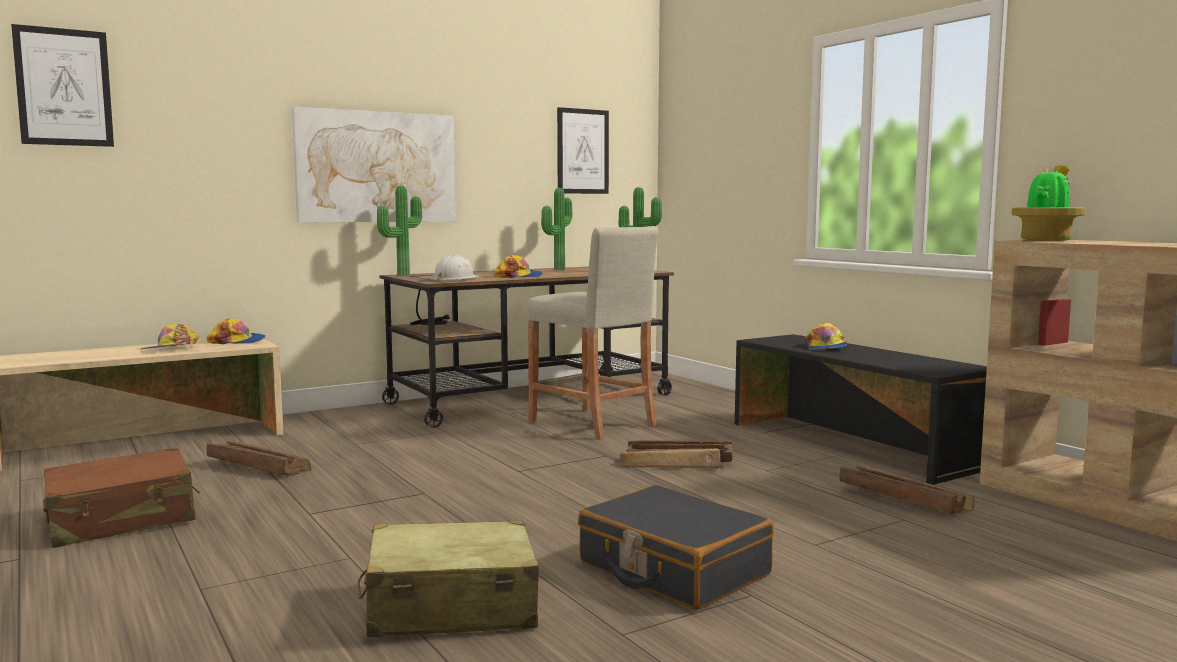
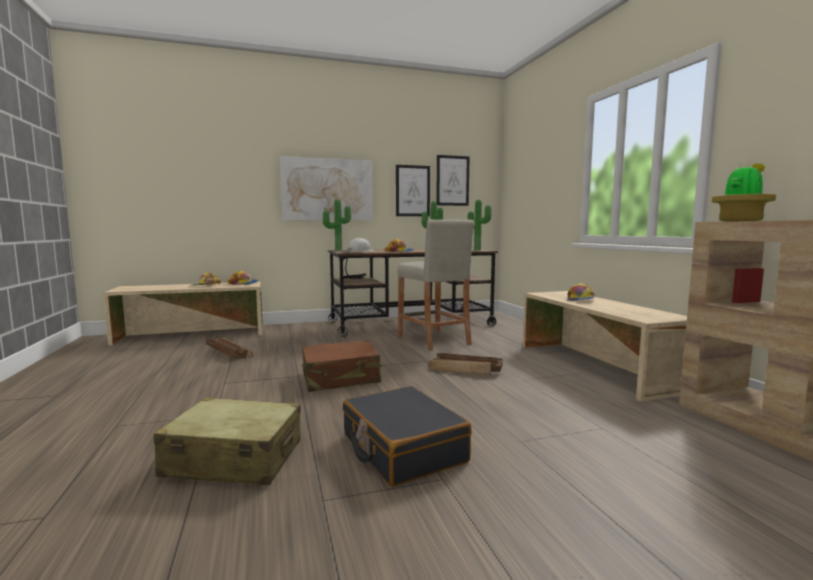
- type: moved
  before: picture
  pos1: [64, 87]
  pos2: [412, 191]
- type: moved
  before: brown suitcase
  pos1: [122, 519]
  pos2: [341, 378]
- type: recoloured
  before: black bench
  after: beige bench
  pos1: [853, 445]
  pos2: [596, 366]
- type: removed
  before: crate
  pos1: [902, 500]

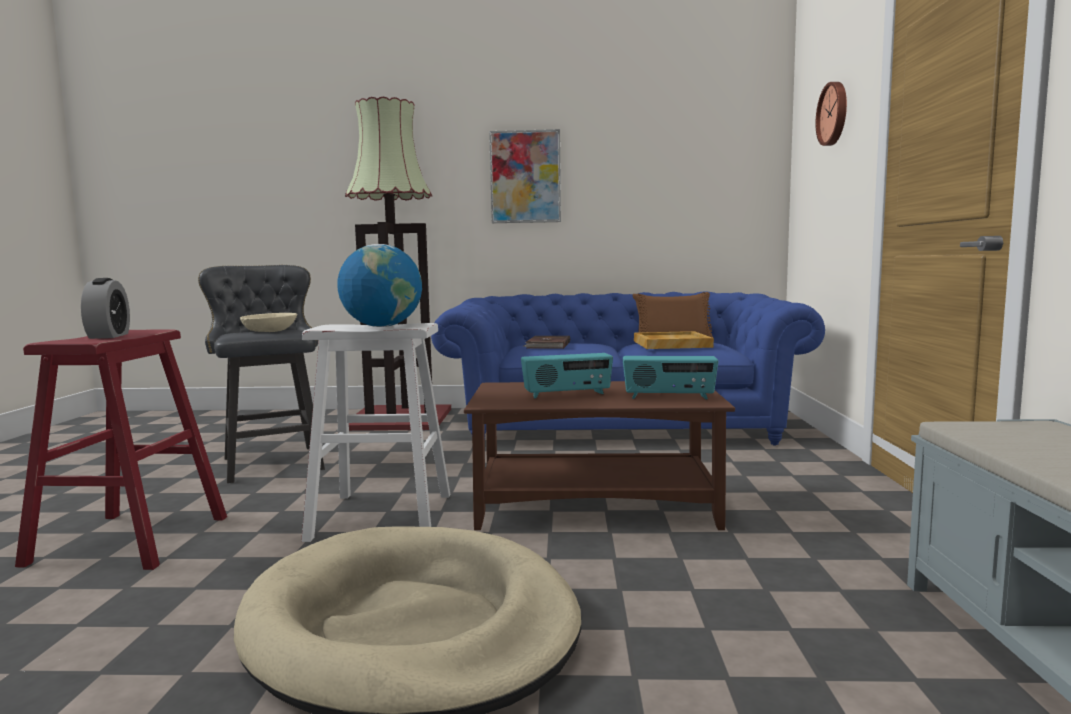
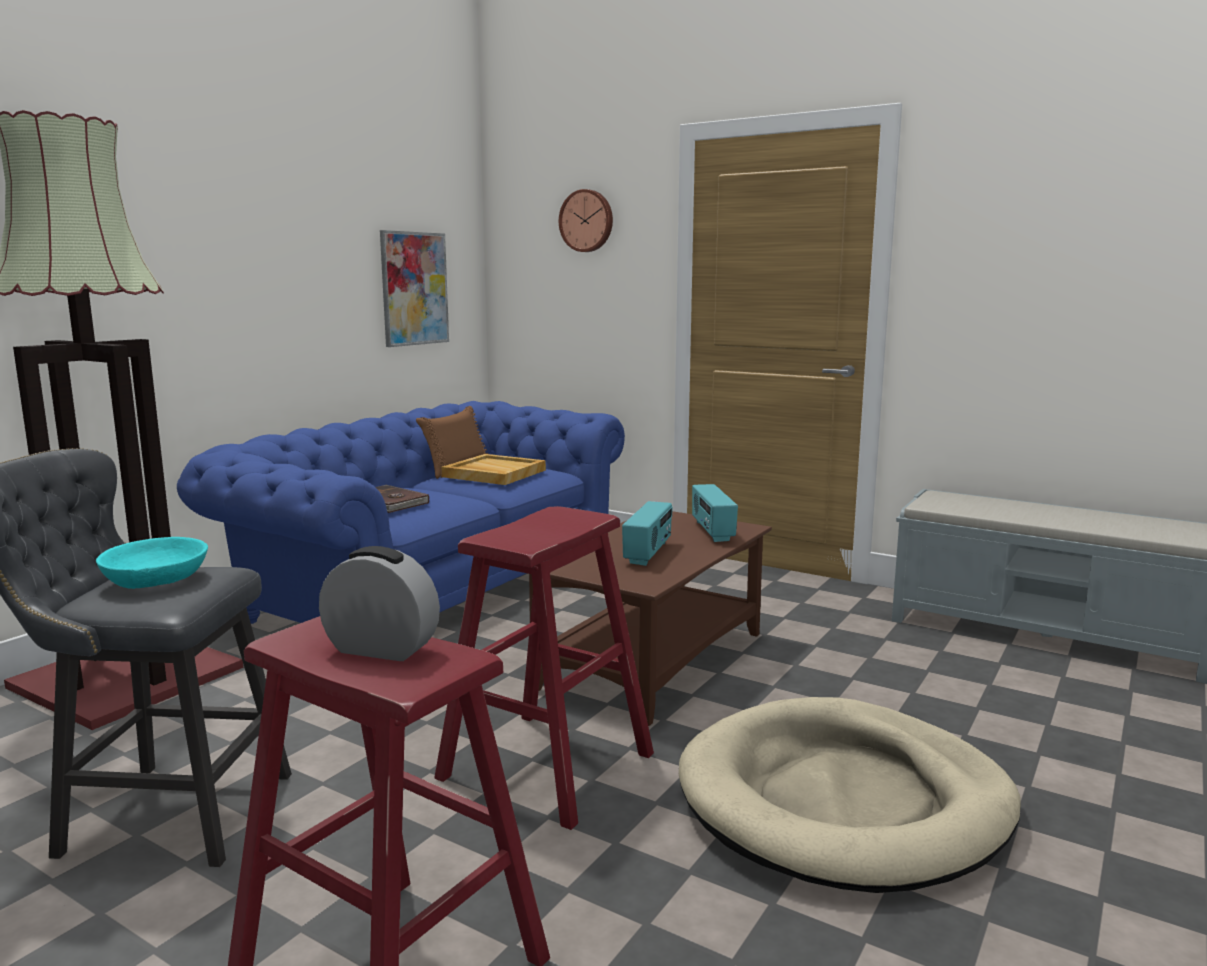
- type: recoloured
  before: beige bowl
  after: turquoise bowl
  pos1: [270, 331]
  pos2: [156, 580]
- type: recoloured
  before: white stool
  after: red stool
  pos1: [382, 516]
  pos2: [546, 765]
- type: removed
  before: globe
  pos1: [382, 326]
- type: moved
  before: picture
  pos1: [525, 177]
  pos2: [414, 288]
- type: turned
  before: radio
  pos1: [669, 397]
  pos2: [712, 531]
  turn: 135

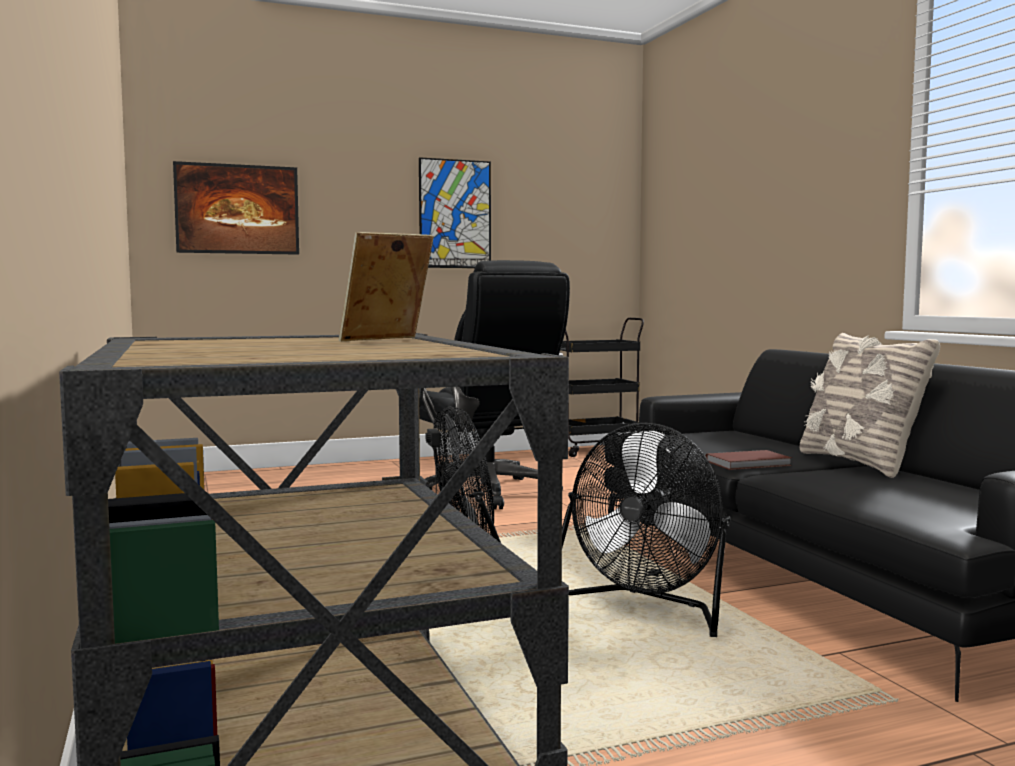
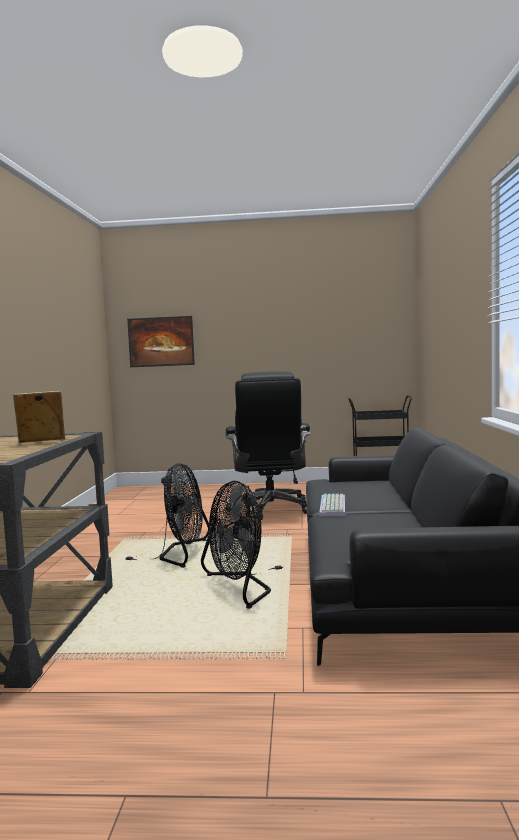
- type: removed
  before: picture
  pos1: [455, 214]
- type: replaced
  before: brown book
  after: keyboard
  pos1: [750, 463]
  pos2: [334, 506]
- type: removed
  before: beige pillow
  pos1: [858, 464]

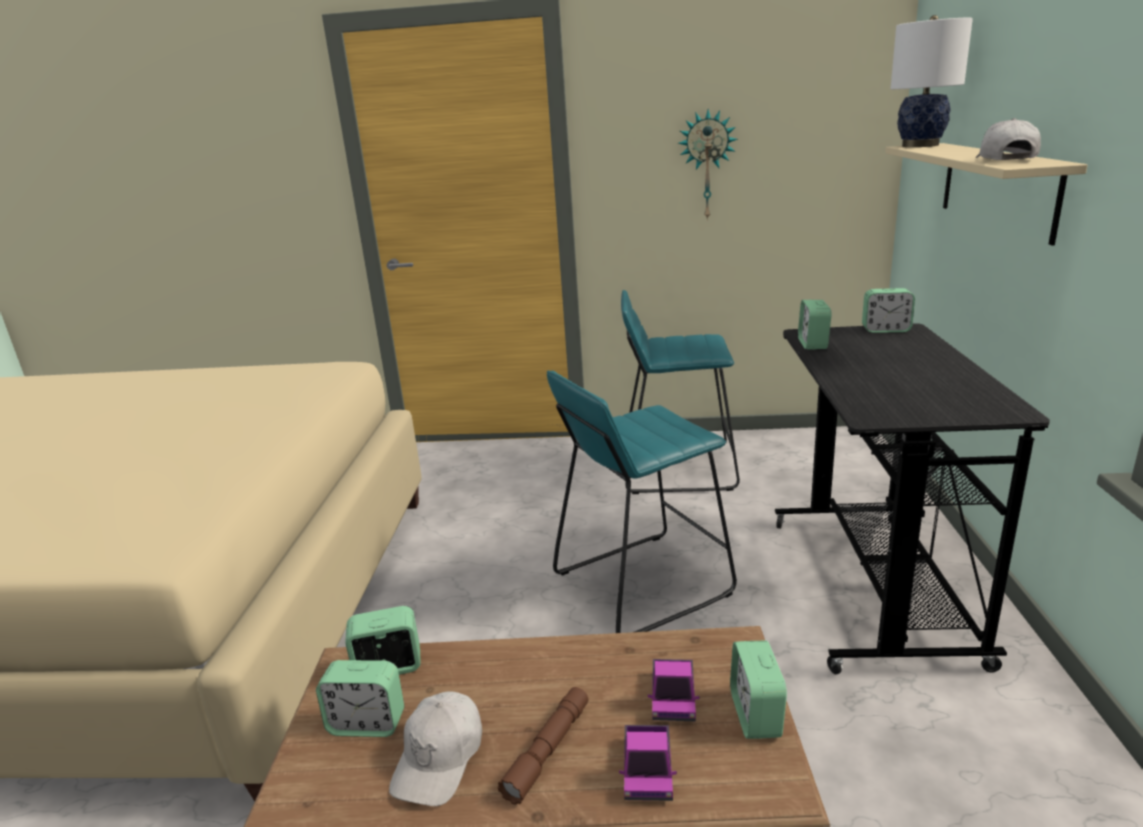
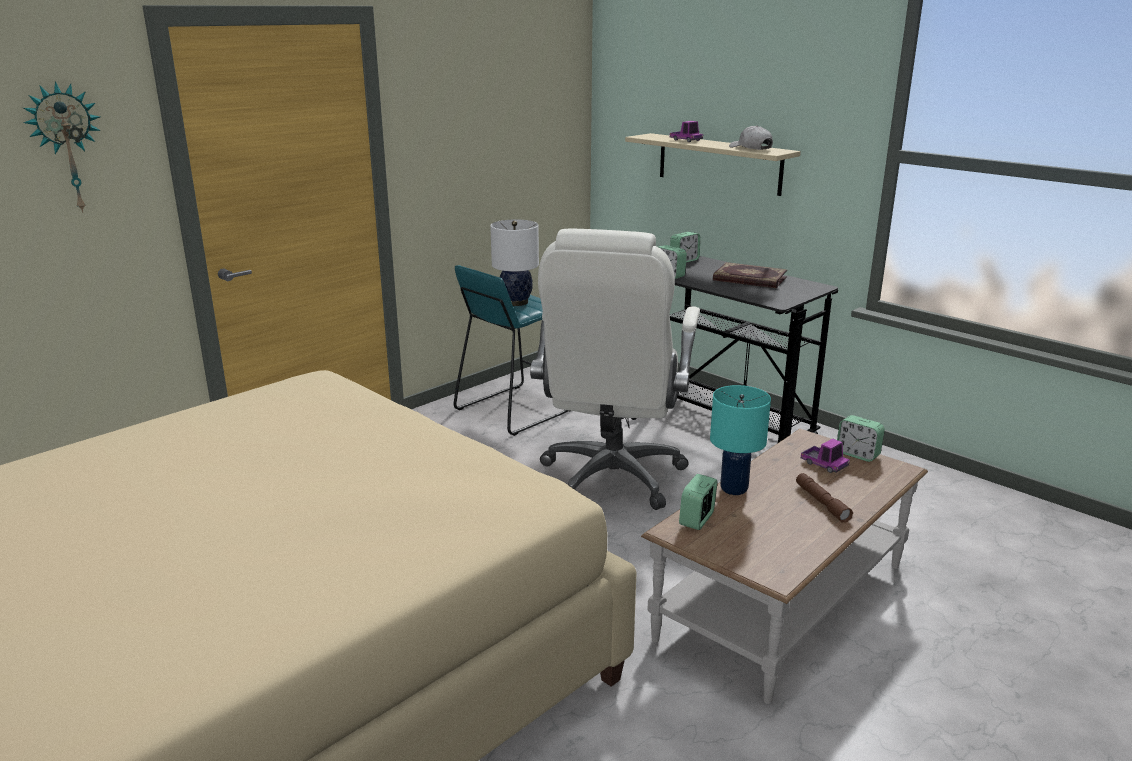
- type: removed
  before: alarm clock
  pos1: [367, 723]
- type: removed
  before: white cap
  pos1: [440, 758]
- type: replaced
  before: turquoise stool
  after: white office chair
  pos1: [641, 583]
  pos2: [612, 478]
- type: moved
  before: toy truck
  pos1: [648, 770]
  pos2: [686, 140]
- type: moved
  before: wall clock
  pos1: [707, 165]
  pos2: [67, 148]
- type: moved
  before: white table lamp
  pos1: [920, 145]
  pos2: [516, 302]
- type: added
  after: turquoise table lamp
  pos2: [735, 490]
- type: added
  after: book
  pos2: [749, 279]

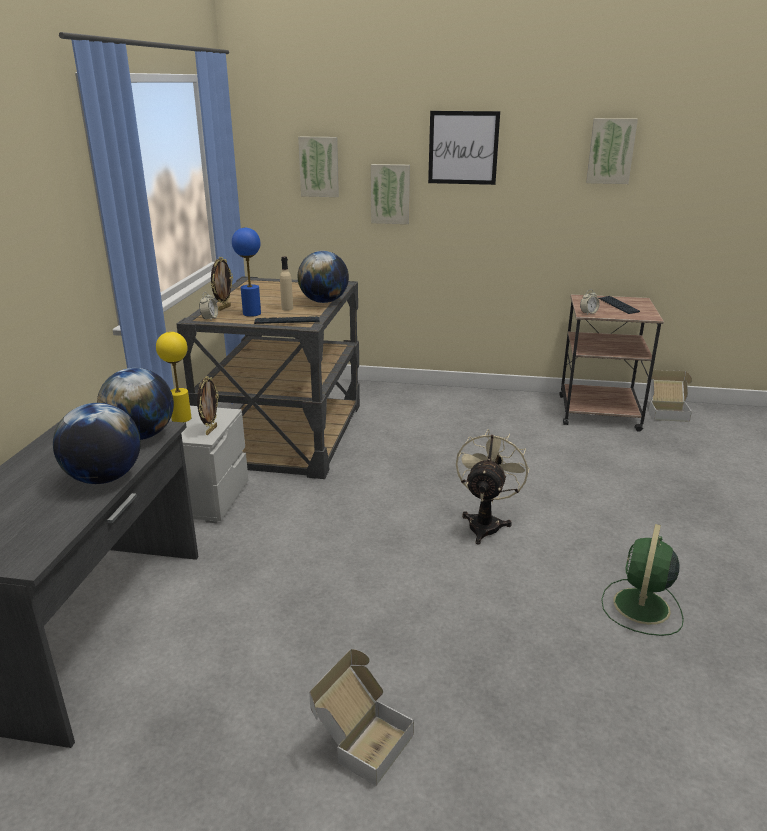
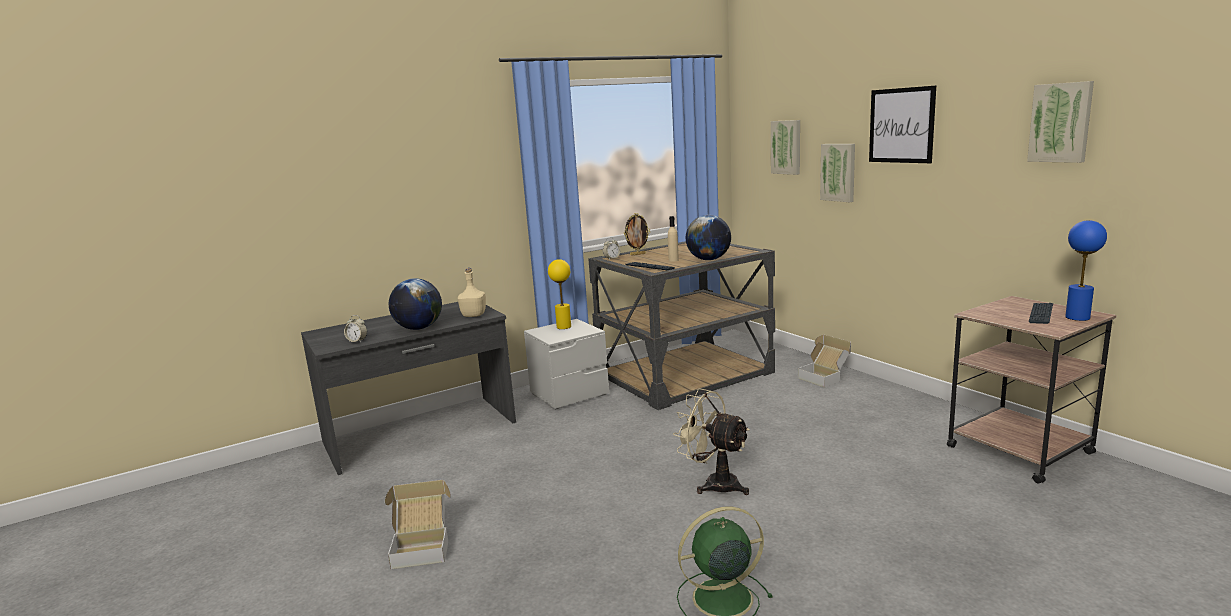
- type: replaced
  before: globe
  after: beige bottle
  pos1: [141, 436]
  pos2: [473, 315]
- type: removed
  before: picture frame
  pos1: [210, 430]
- type: moved
  before: blue table lamp
  pos1: [252, 314]
  pos2: [1077, 317]
- type: turned
  before: beige fan
  pos1: [485, 523]
  pos2: [714, 483]
  turn: -120
- type: moved
  before: alarm clock
  pos1: [588, 313]
  pos2: [357, 341]
- type: moved
  before: cardboard box
  pos1: [666, 412]
  pos2: [824, 377]

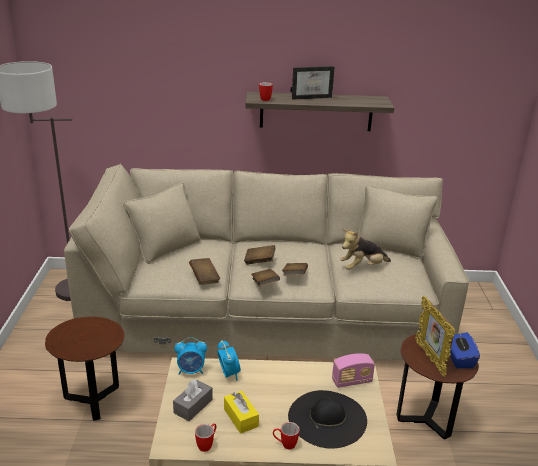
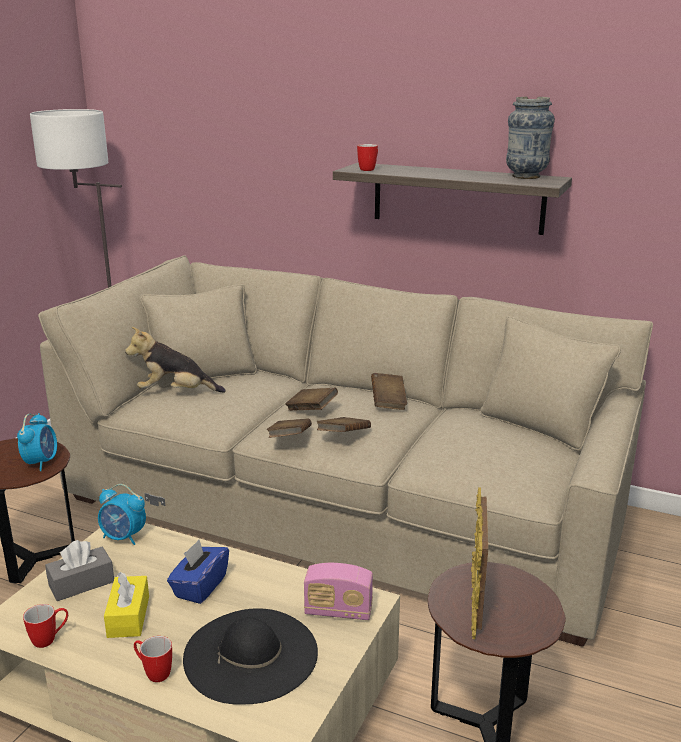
- type: moved
  before: brown book
  pos1: [204, 278]
  pos2: [388, 402]
- type: moved
  before: alarm clock
  pos1: [228, 373]
  pos2: [41, 462]
- type: removed
  before: picture frame
  pos1: [311, 97]
- type: moved
  before: plush toy
  pos1: [362, 267]
  pos2: [175, 392]
- type: moved
  before: blue tissue box
  pos1: [459, 359]
  pos2: [200, 587]
- type: added
  after: vase
  pos2: [526, 176]

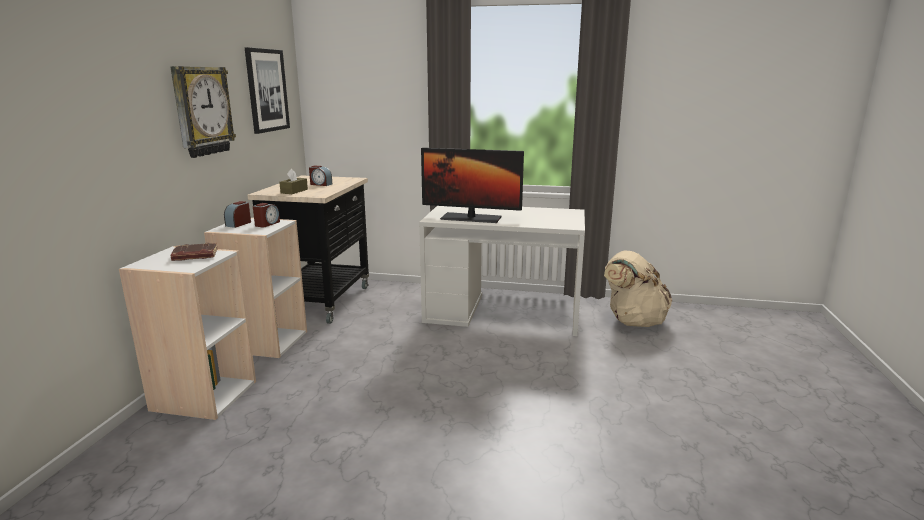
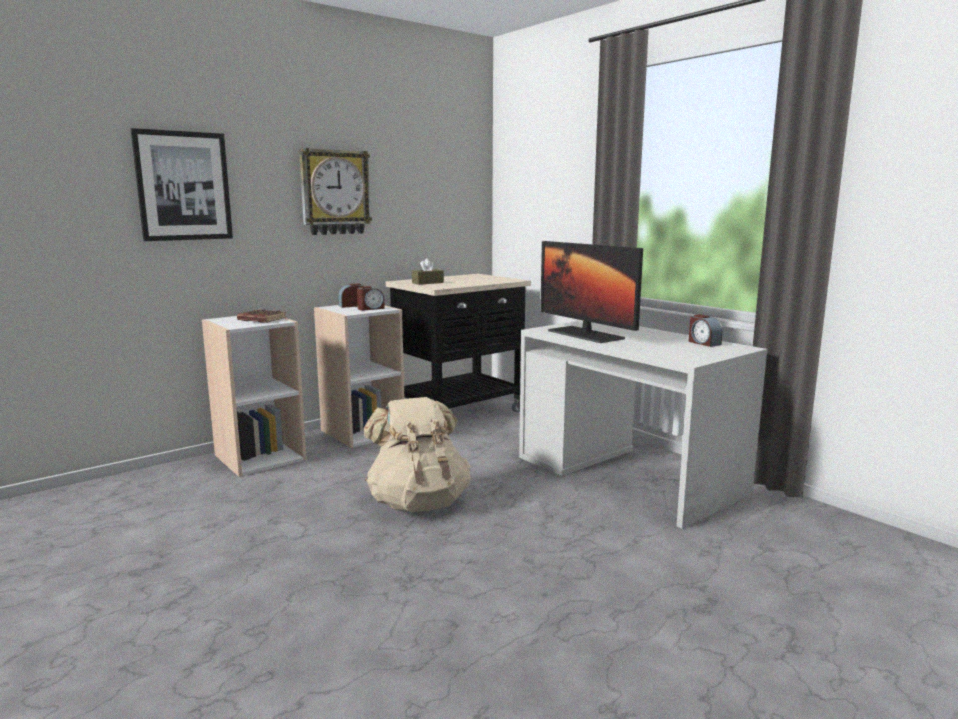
- type: moved
  before: picture
  pos1: [267, 90]
  pos2: [183, 186]
- type: moved
  before: alarm clock
  pos1: [320, 184]
  pos2: [703, 343]
- type: moved
  before: beige backpack
  pos1: [633, 321]
  pos2: [418, 503]

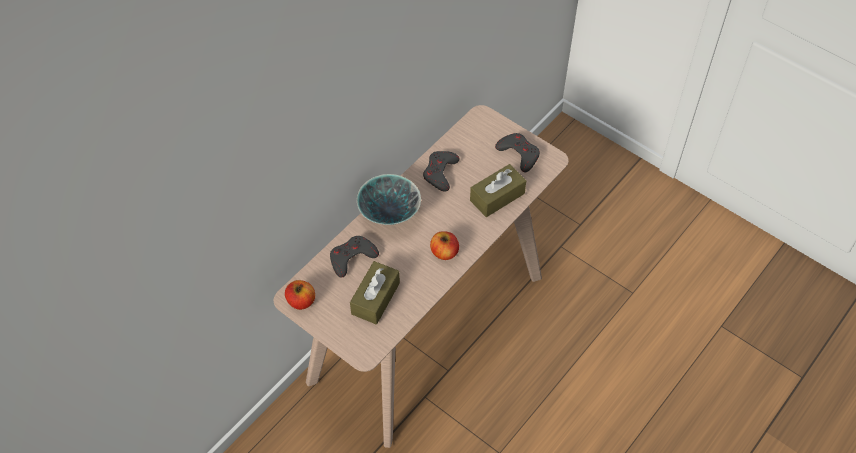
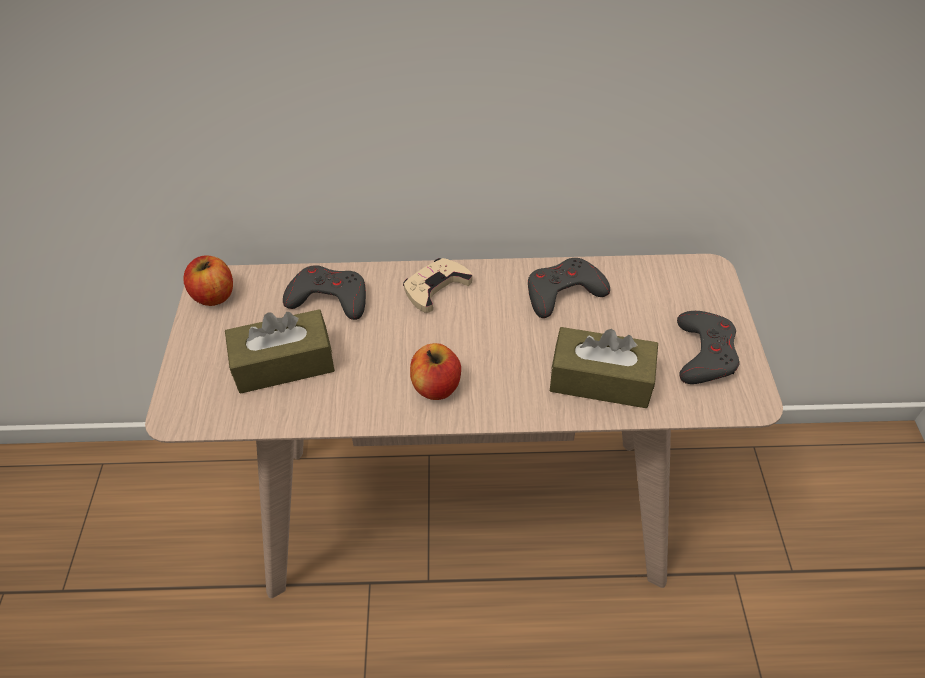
- type: replaced
  before: bowl
  after: beige game controller
  pos1: [389, 214]
  pos2: [436, 287]

